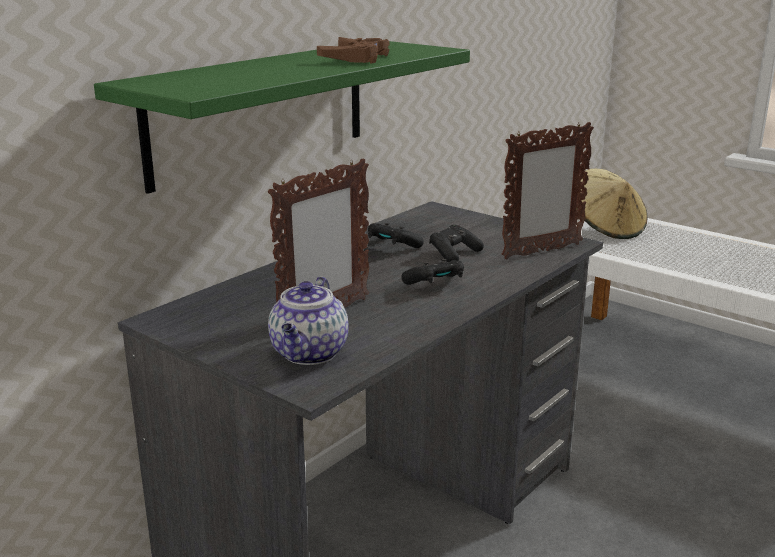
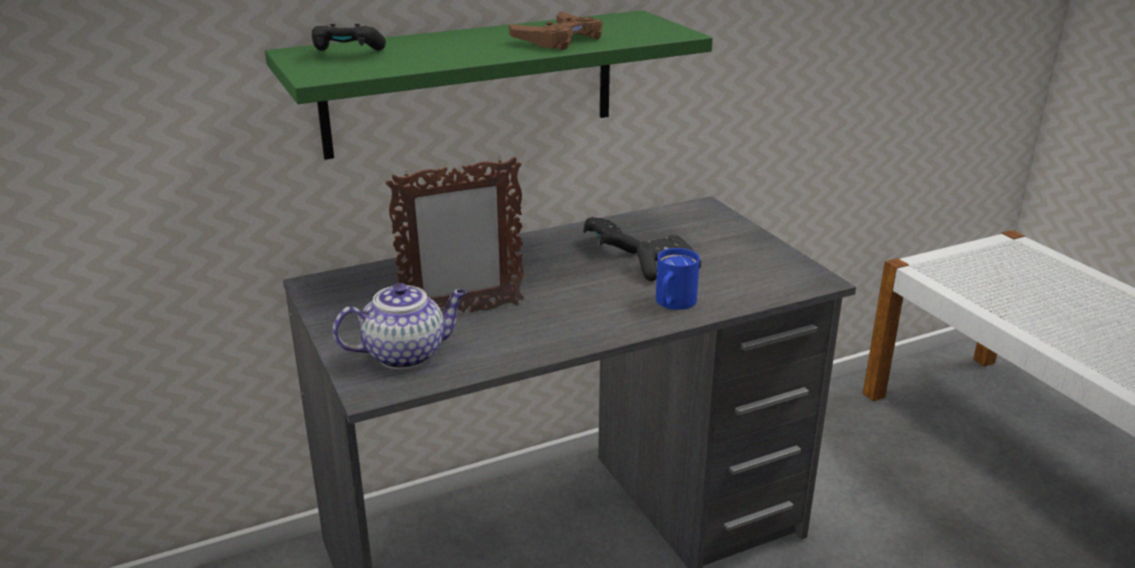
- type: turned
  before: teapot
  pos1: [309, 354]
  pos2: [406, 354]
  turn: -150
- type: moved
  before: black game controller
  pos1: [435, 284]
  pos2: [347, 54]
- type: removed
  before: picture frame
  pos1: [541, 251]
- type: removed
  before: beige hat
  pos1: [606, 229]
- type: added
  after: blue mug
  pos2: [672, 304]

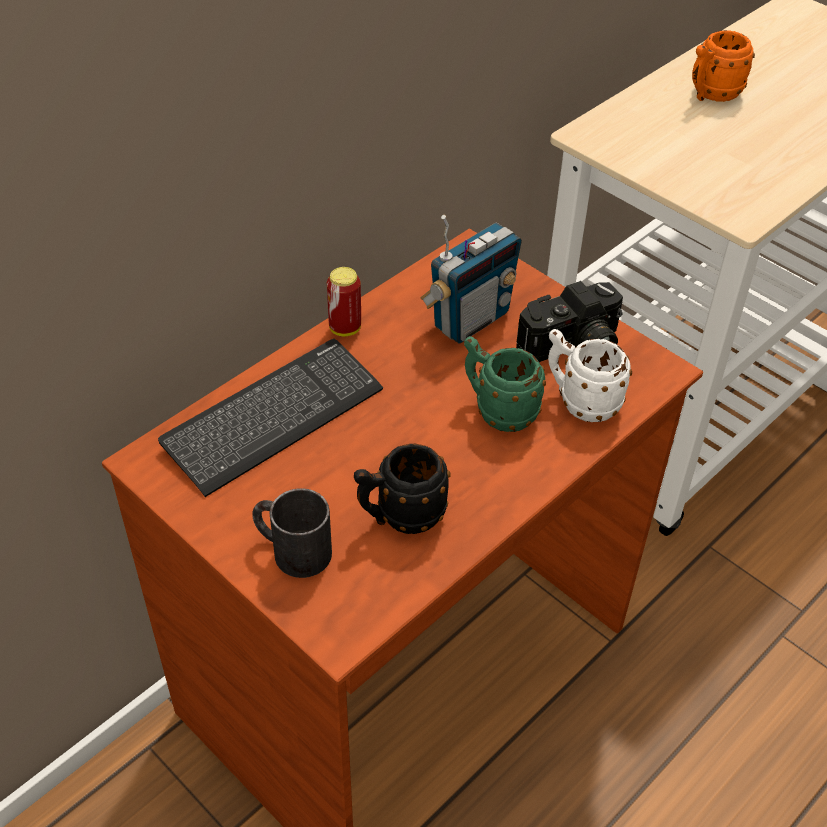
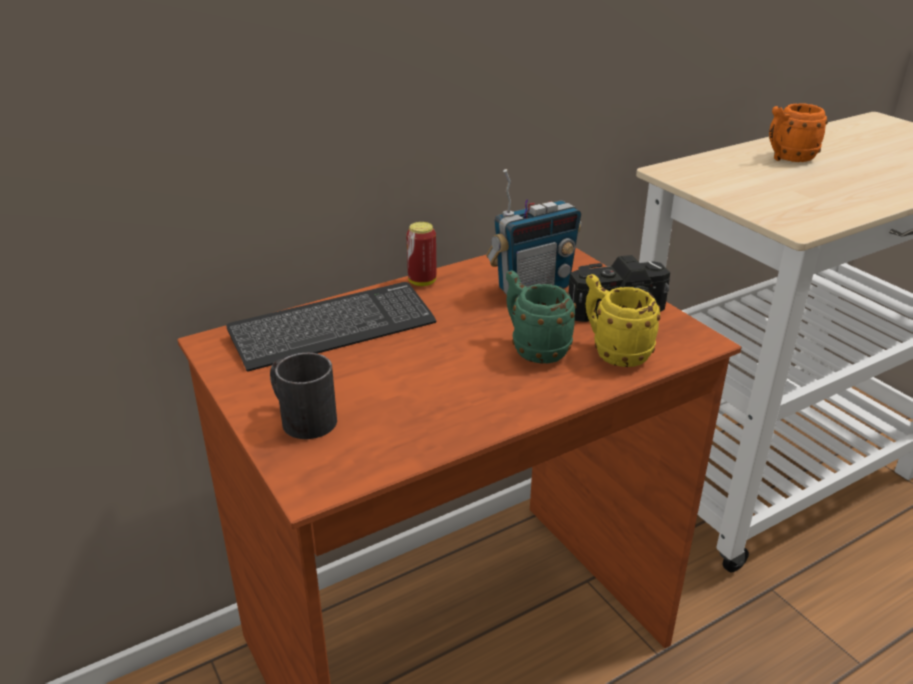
- type: removed
  before: black mug
  pos1: [400, 517]
- type: recoloured
  before: white mug
  after: yellow mug
  pos1: [580, 401]
  pos2: [614, 352]

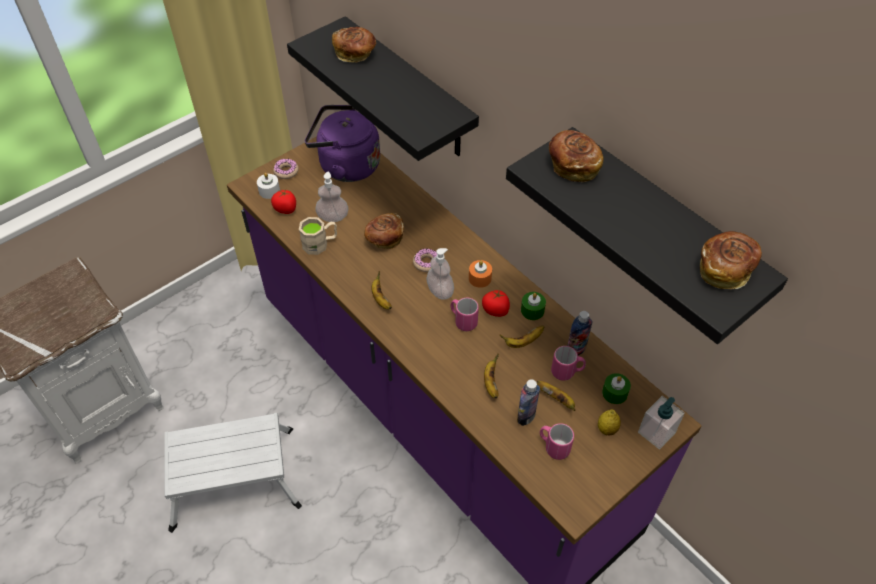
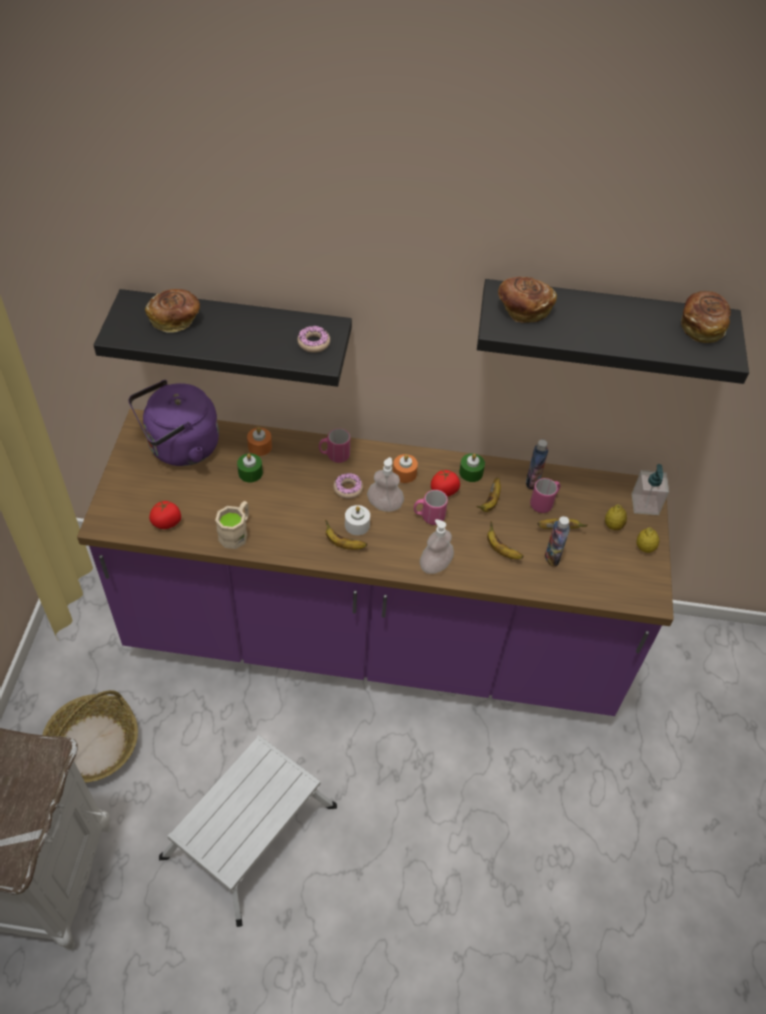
- type: moved
  before: white candle
  pos1: [269, 191]
  pos2: [357, 525]
- type: moved
  before: donut
  pos1: [286, 171]
  pos2: [313, 343]
- type: moved
  before: soap dispenser
  pos1: [333, 217]
  pos2: [435, 565]
- type: removed
  before: bread
  pos1: [385, 238]
- type: moved
  before: pink mug
  pos1: [553, 447]
  pos2: [334, 455]
- type: moved
  before: green candle
  pos1: [614, 393]
  pos2: [250, 473]
- type: added
  after: basket
  pos2: [93, 746]
- type: added
  after: orange candle
  pos2: [260, 447]
- type: added
  after: lemon
  pos2: [644, 548]

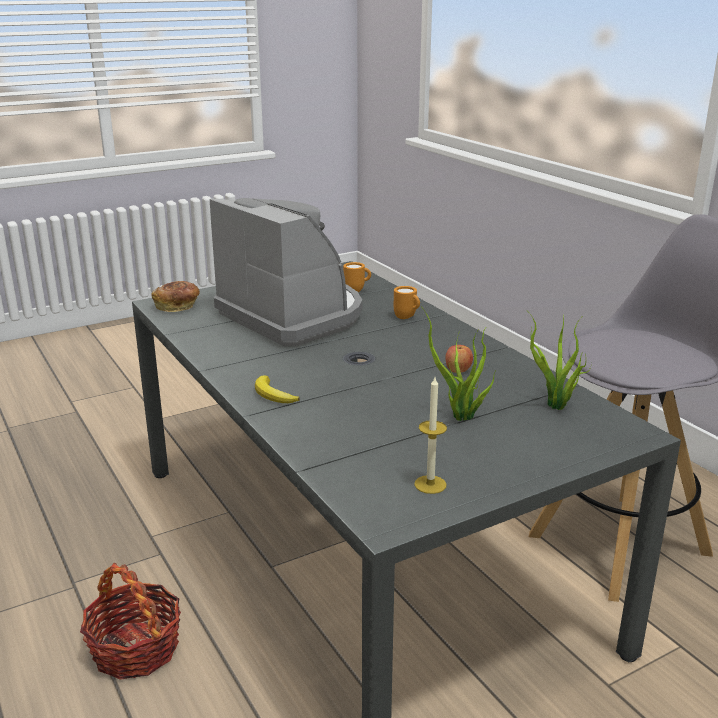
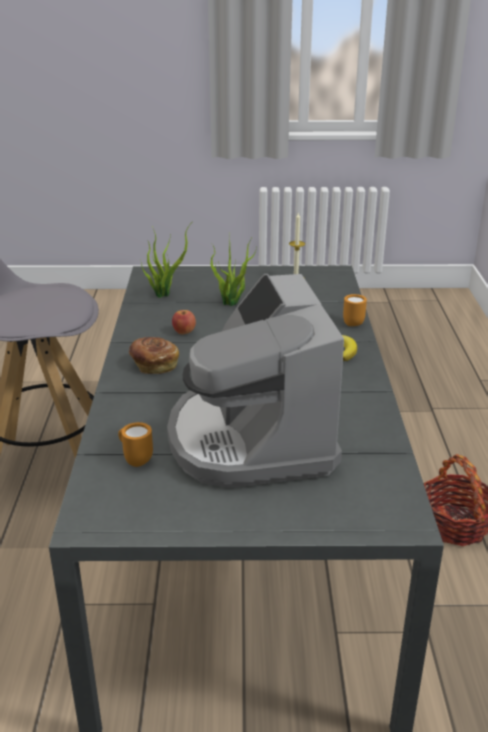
- type: moved
  before: bread
  pos1: [178, 307]
  pos2: [154, 365]
- type: moved
  before: orange mug
  pos1: [407, 318]
  pos2: [352, 322]

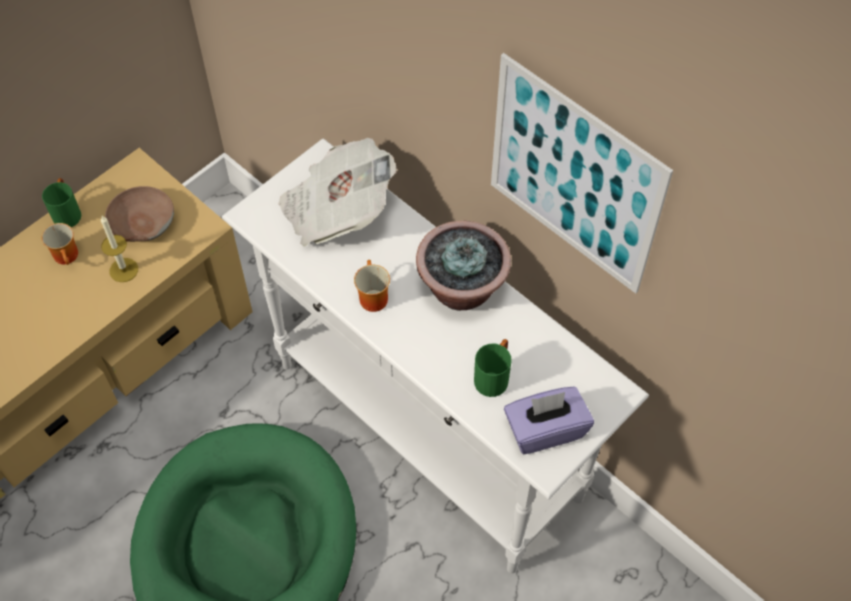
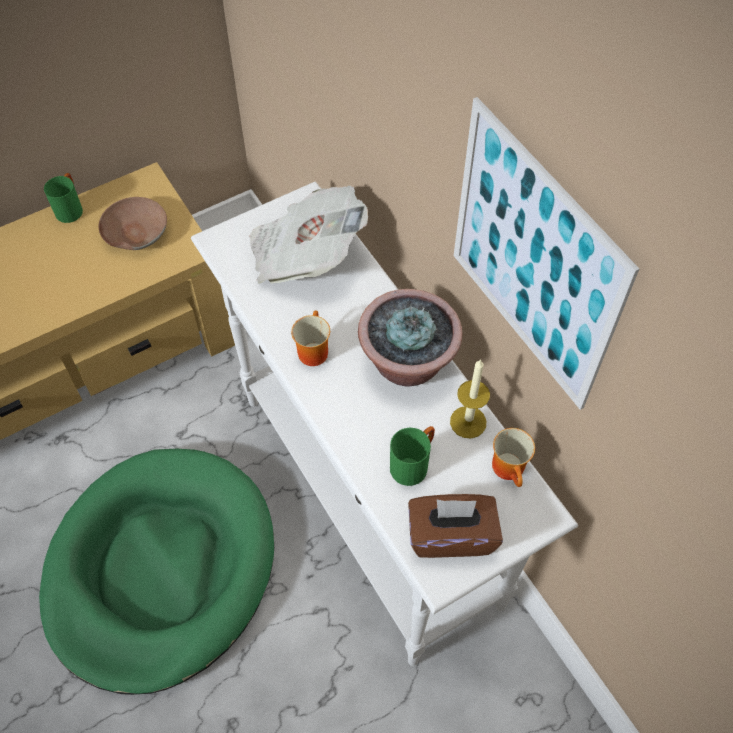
- type: moved
  before: mug
  pos1: [68, 256]
  pos2: [511, 469]
- type: moved
  before: candle
  pos1: [123, 270]
  pos2: [468, 422]
- type: recoloured
  before: purple tissue box
  after: brown tissue box
  pos1: [545, 430]
  pos2: [451, 535]

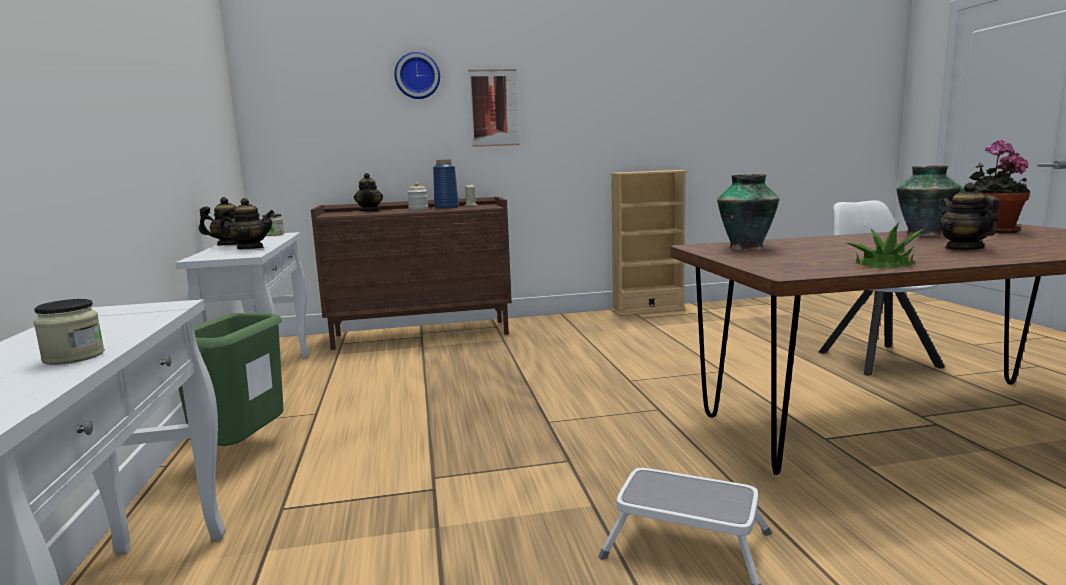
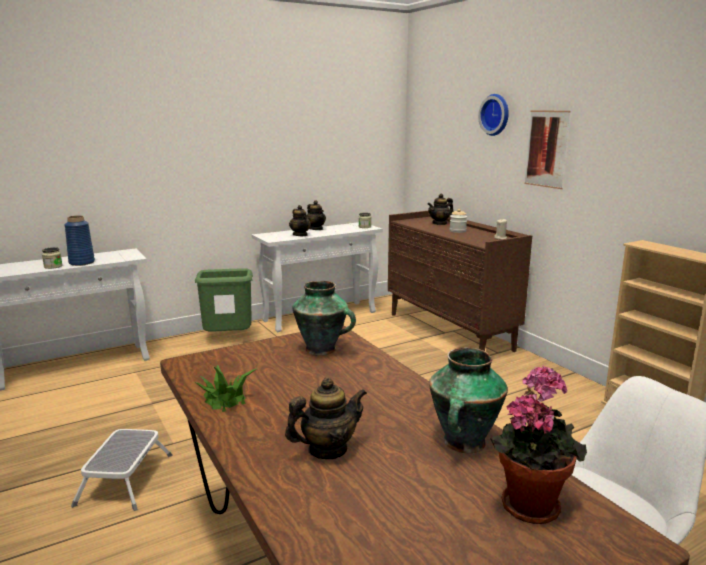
- type: moved
  before: blue vase
  pos1: [446, 207]
  pos2: [81, 262]

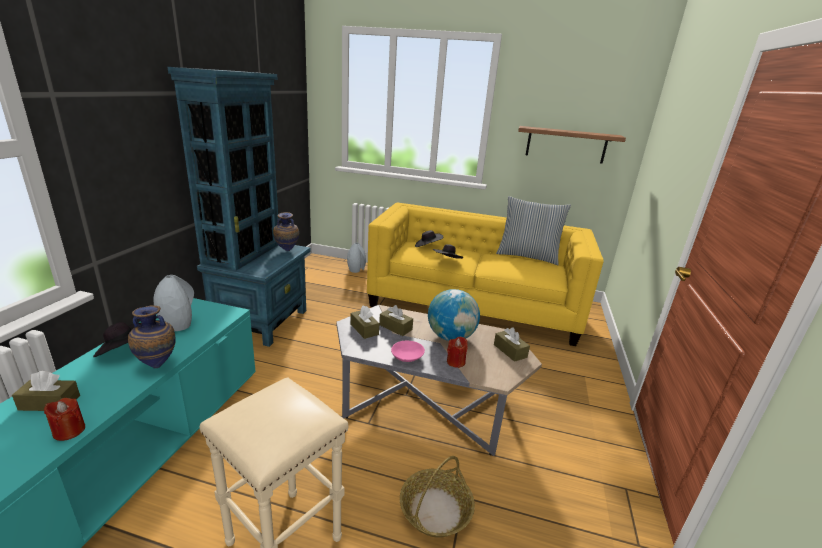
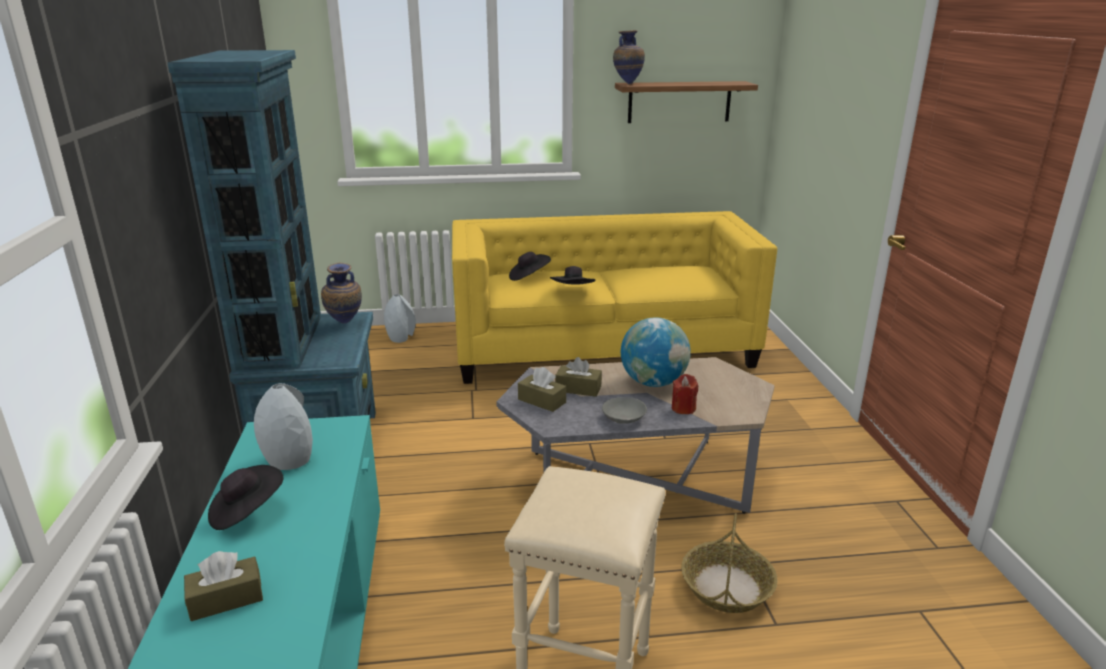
- type: removed
  before: red candle
  pos1: [69, 431]
- type: moved
  before: vase
  pos1: [158, 365]
  pos2: [627, 83]
- type: recoloured
  before: pink bowl
  after: grey bowl
  pos1: [406, 357]
  pos2: [623, 418]
- type: removed
  before: brown tissue box
  pos1: [510, 351]
- type: removed
  before: pillow
  pos1: [527, 256]

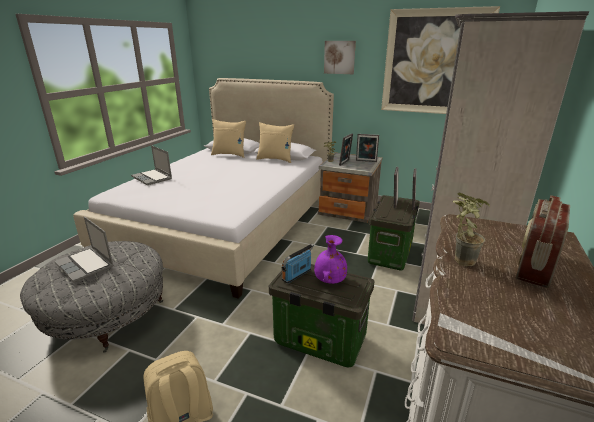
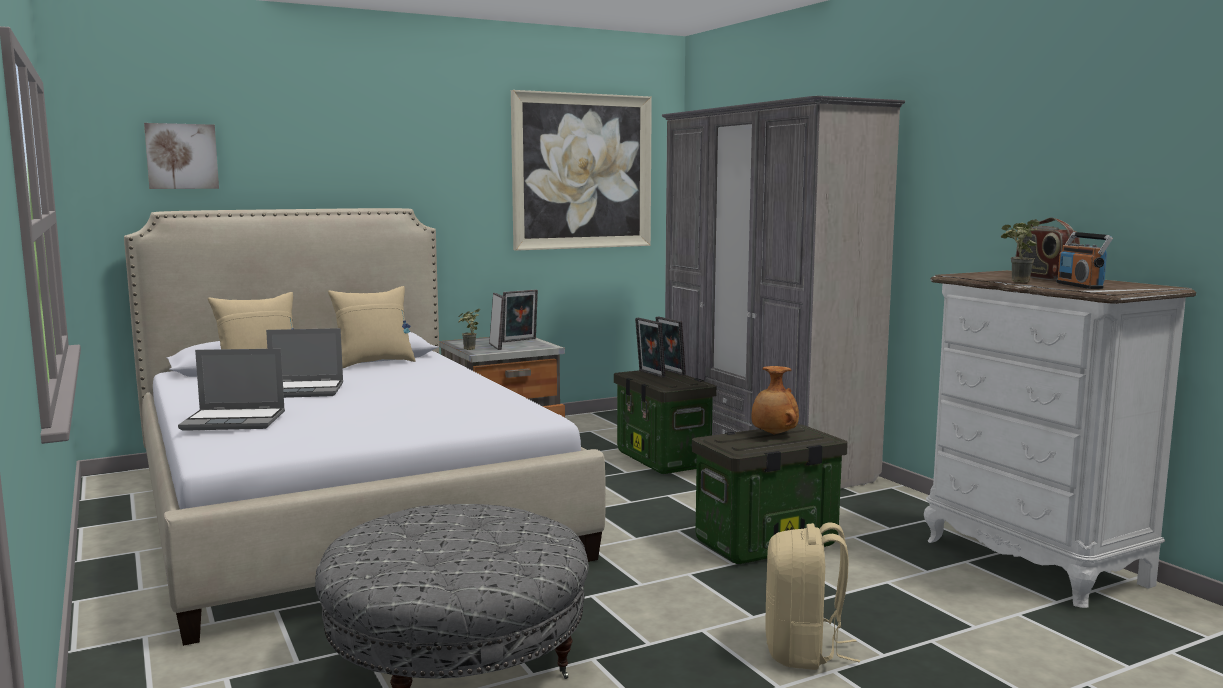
- type: moved
  before: laptop
  pos1: [86, 265]
  pos2: [303, 391]
- type: moved
  before: radio
  pos1: [297, 275]
  pos2: [1080, 285]
- type: recoloured
  before: purple vase
  after: brown vase
  pos1: [329, 280]
  pos2: [773, 434]
- type: moved
  before: picture
  pos1: [339, 57]
  pos2: [182, 156]

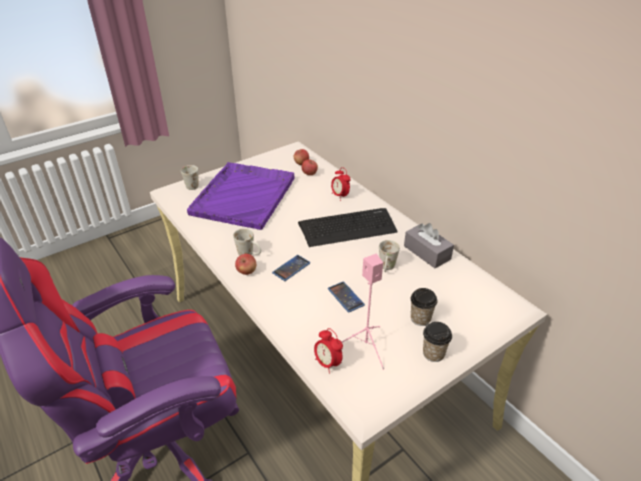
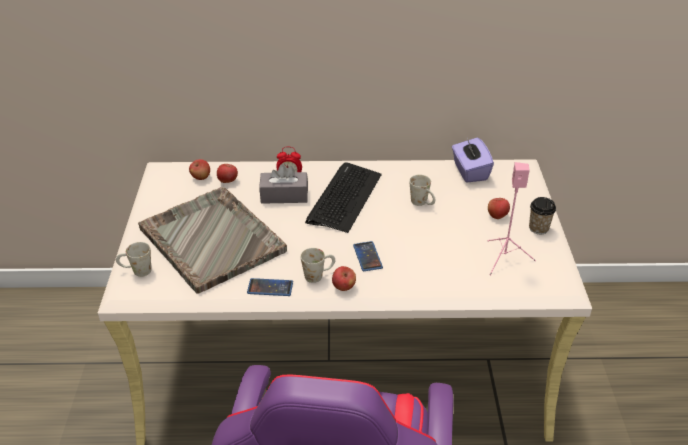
- type: recoloured
  before: purple tray
  after: grey tray
  pos1: [244, 195]
  pos2: [211, 239]
- type: removed
  before: alarm clock
  pos1: [327, 363]
- type: moved
  before: phone
  pos1: [345, 297]
  pos2: [270, 288]
- type: moved
  before: grey tissue box
  pos1: [427, 252]
  pos2: [284, 196]
- type: replaced
  before: cup
  after: apple
  pos1: [420, 318]
  pos2: [497, 216]
- type: added
  after: purple tissue box
  pos2: [469, 171]

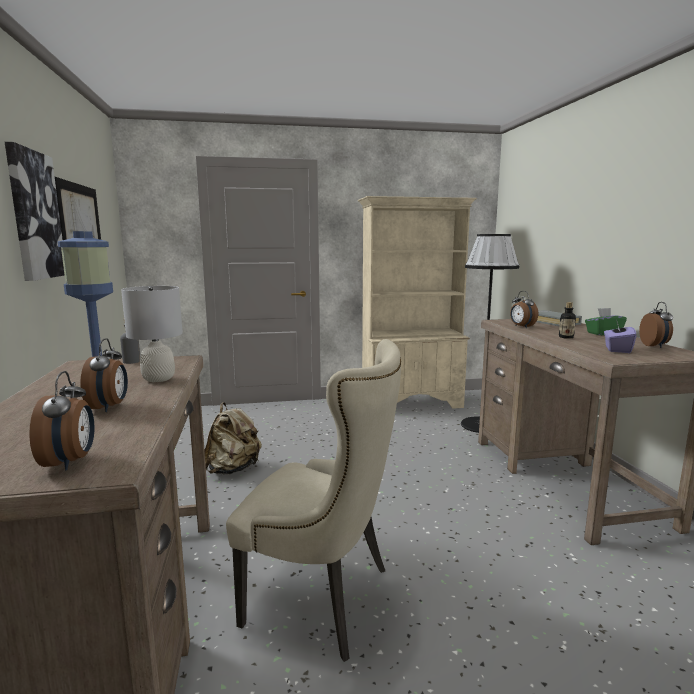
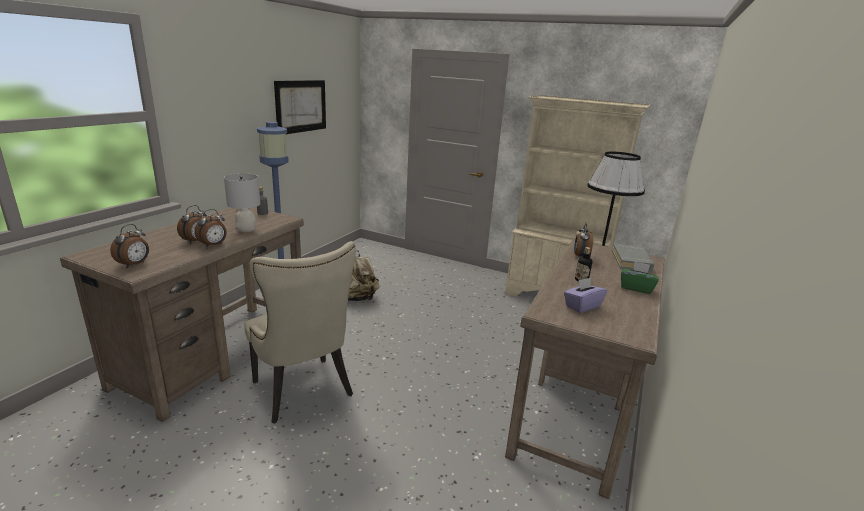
- type: removed
  before: picture
  pos1: [34, 215]
- type: moved
  before: alarm clock
  pos1: [654, 346]
  pos2: [213, 245]

